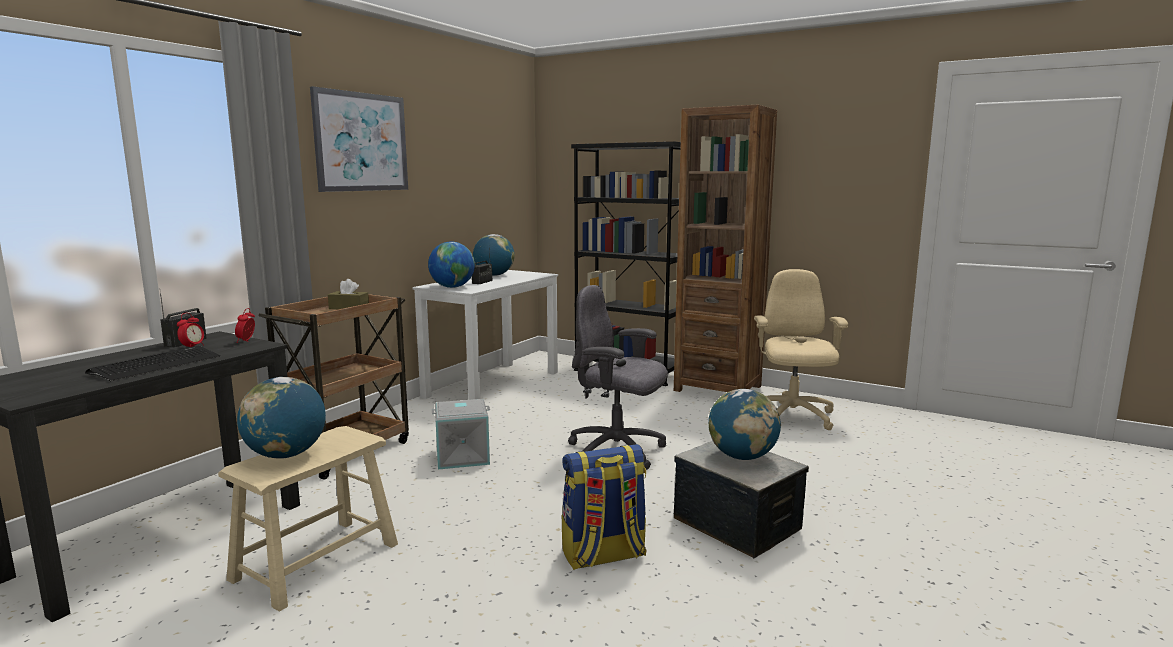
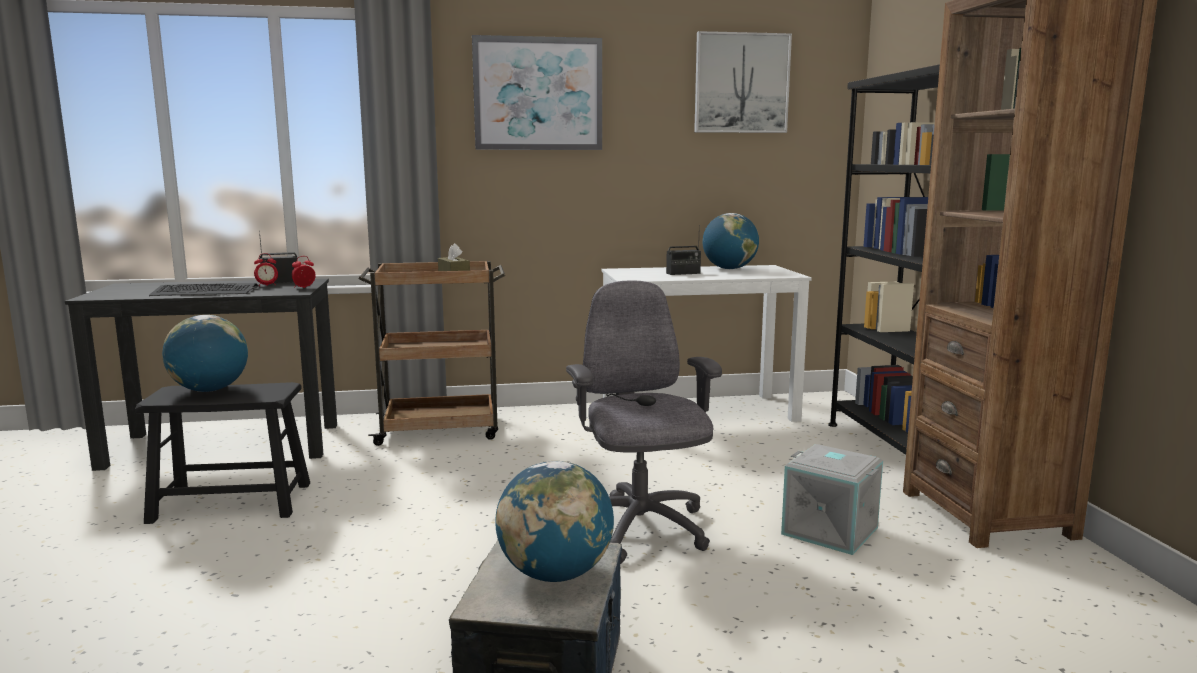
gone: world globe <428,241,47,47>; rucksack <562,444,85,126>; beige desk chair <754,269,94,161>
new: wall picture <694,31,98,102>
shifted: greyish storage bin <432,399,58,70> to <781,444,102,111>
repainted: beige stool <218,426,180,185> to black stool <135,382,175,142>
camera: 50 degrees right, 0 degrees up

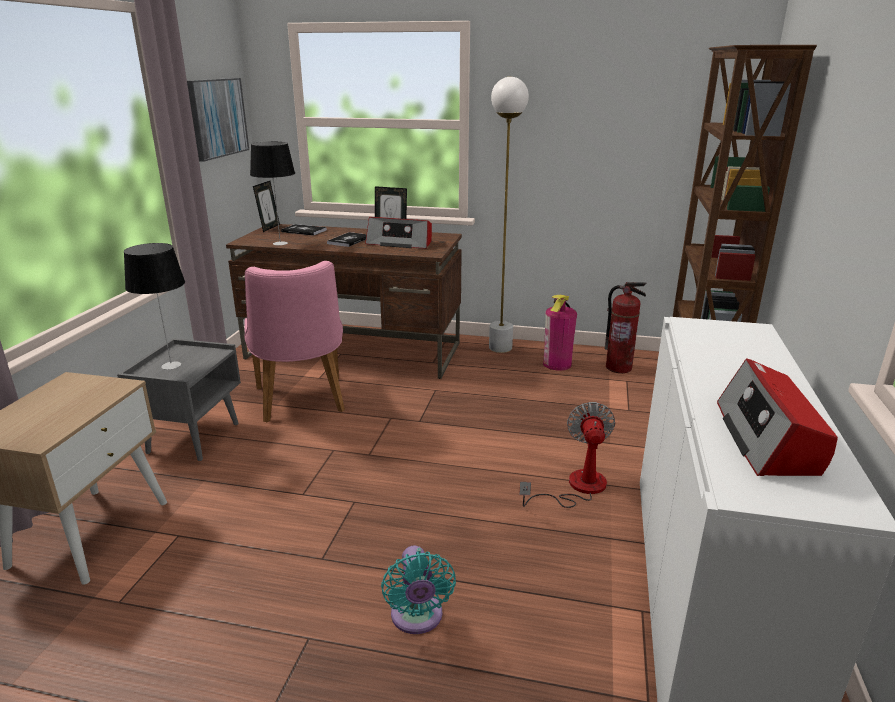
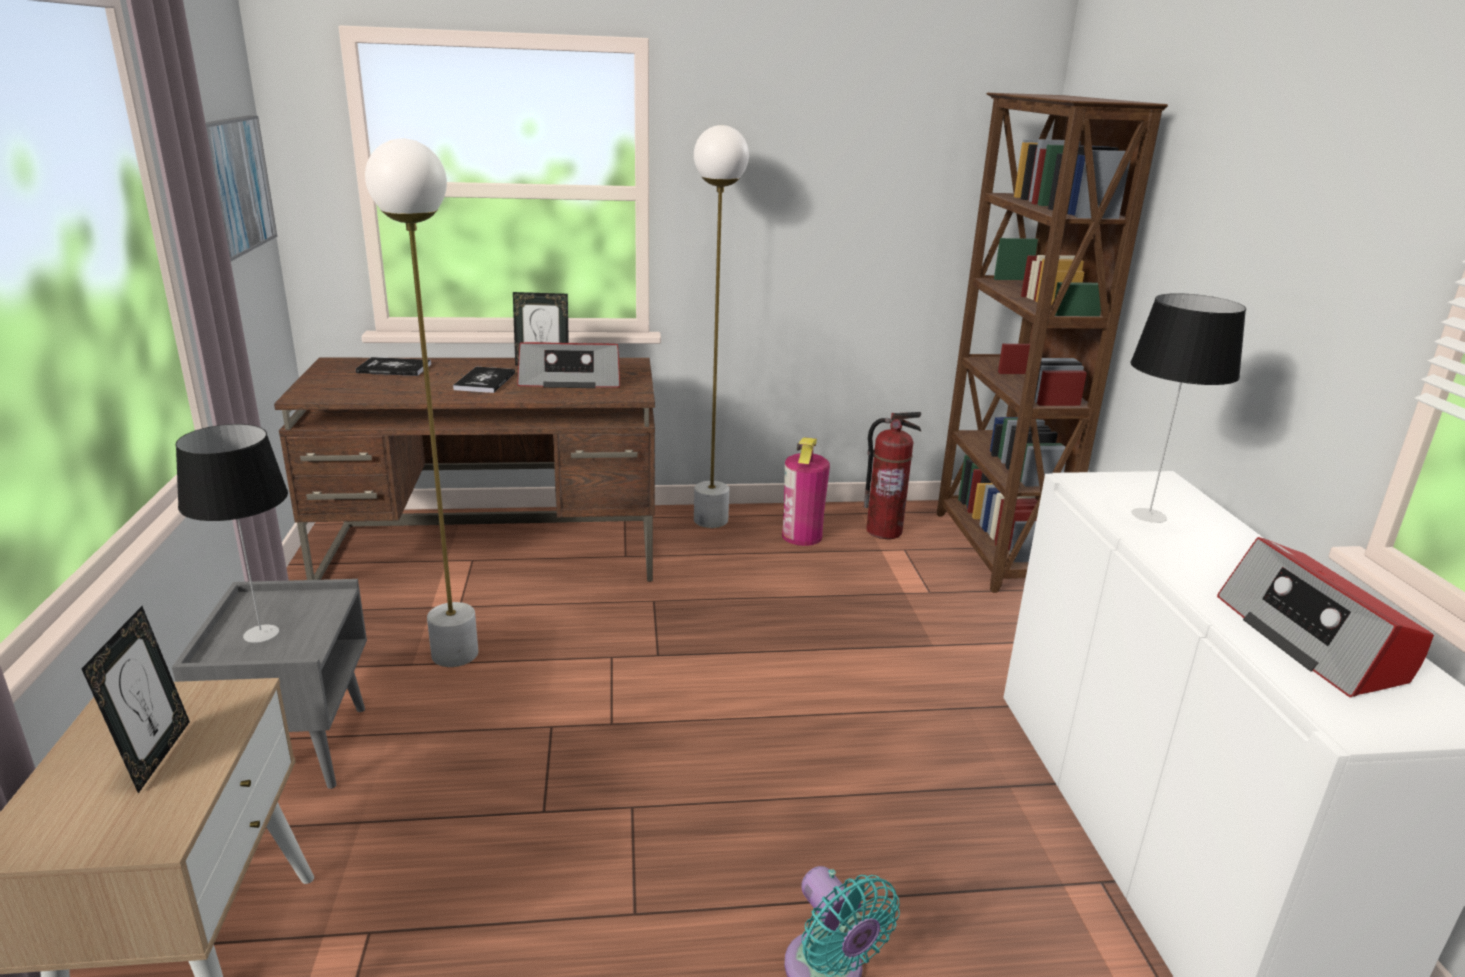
gone: electric fan <519,402,96,106>
shifted: lamp for a table <250,141,45,104> to <1130,293,116,230>; standing frame <253,181,27,51> to <81,606,109,187>
swapped: pink-coloured upright chair <244,261,101,161> to white standing lamp <365,139,113,528>
camera: 20 degrees left, 0 degrees up

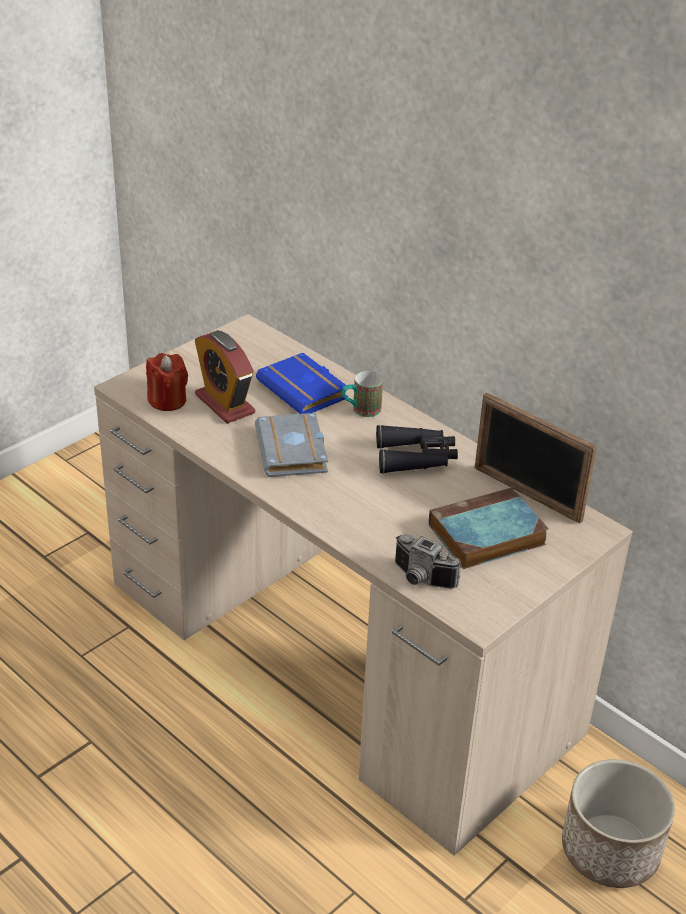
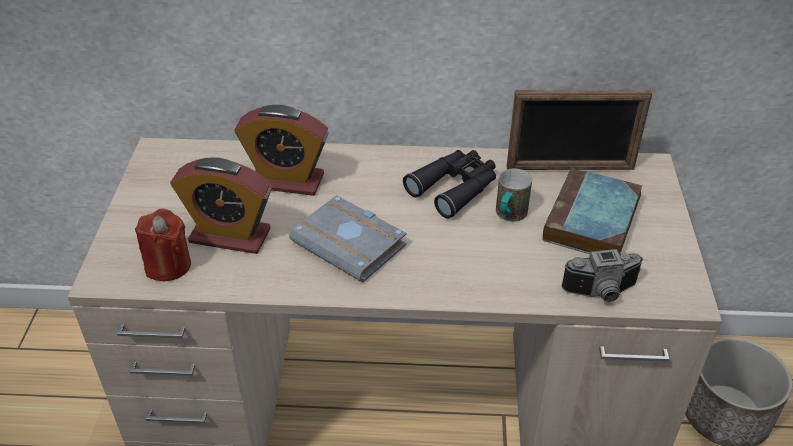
shifted: tea mug <342,371,41,46> to <496,169,36,53>
swapped: bluish book <256,353,92,61> to bedside clock <235,105,94,91>
camera: 40 degrees left, 5 degrees up

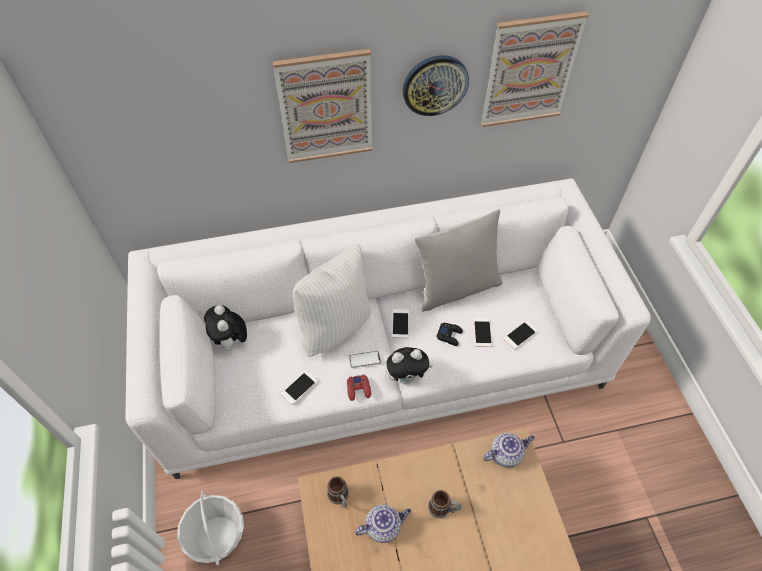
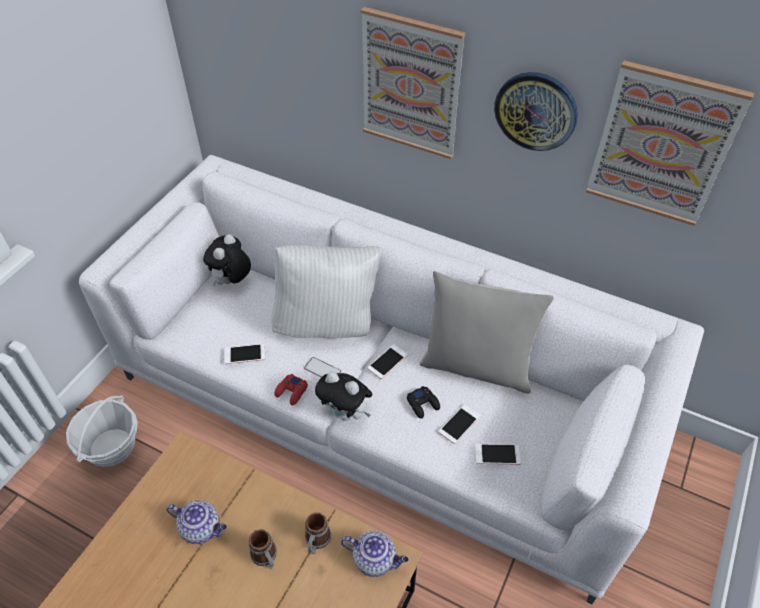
shifted: tea mug <327,476,22,32> to <305,512,26,42>
camera: 40 degrees right, 5 degrees down

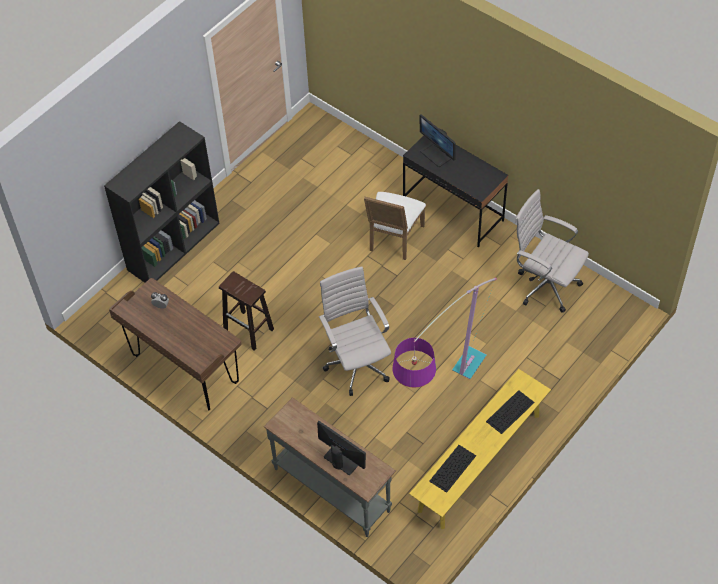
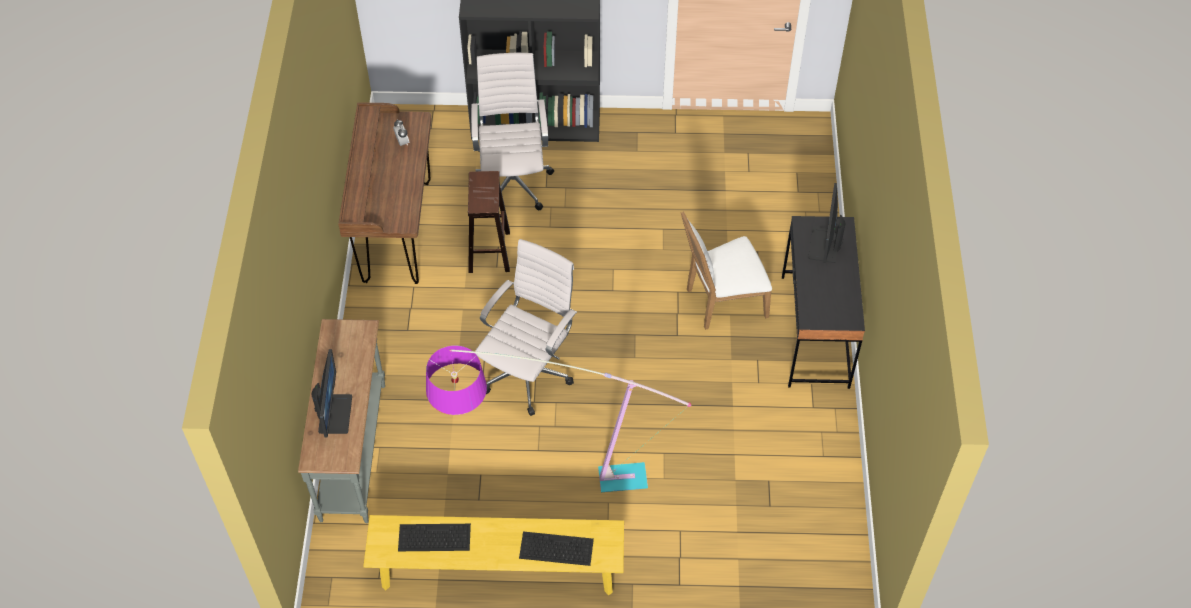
shifted: white desk chair <515,189,74,124> to <471,53,83,157>
camera: 50 degrees right, 0 degrees up

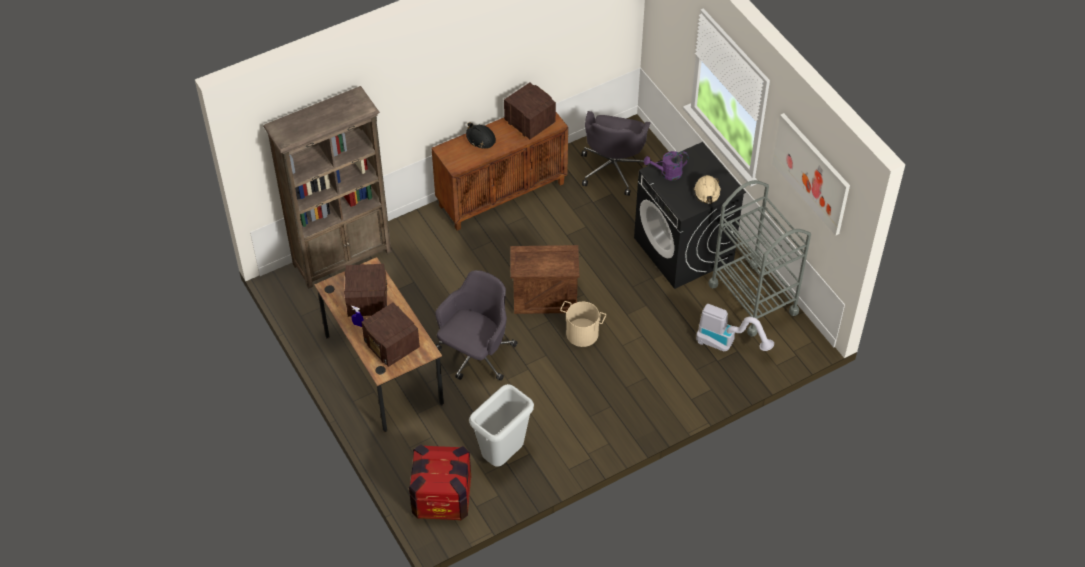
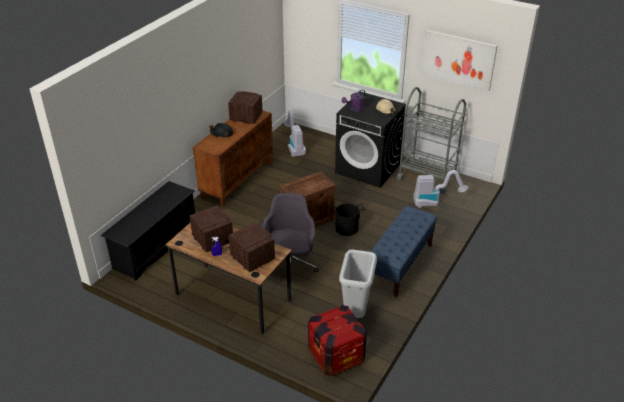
new: bluish long seat <370,206,67,92>
swapped: brown shelving unit <263,86,129,203> to black shoe rack <101,181,94,100>; greyish desk chair <581,111,71,85> to vacuum <284,110,22,46>
repainted: beige water bucket <560,301,46,46> to black water bucket <331,203,33,33>
rotated: radio <361,303,59,64> = <228,223,47,49> 150 degrees counterclockwise
camera: 30 degrees left, 15 degrees down

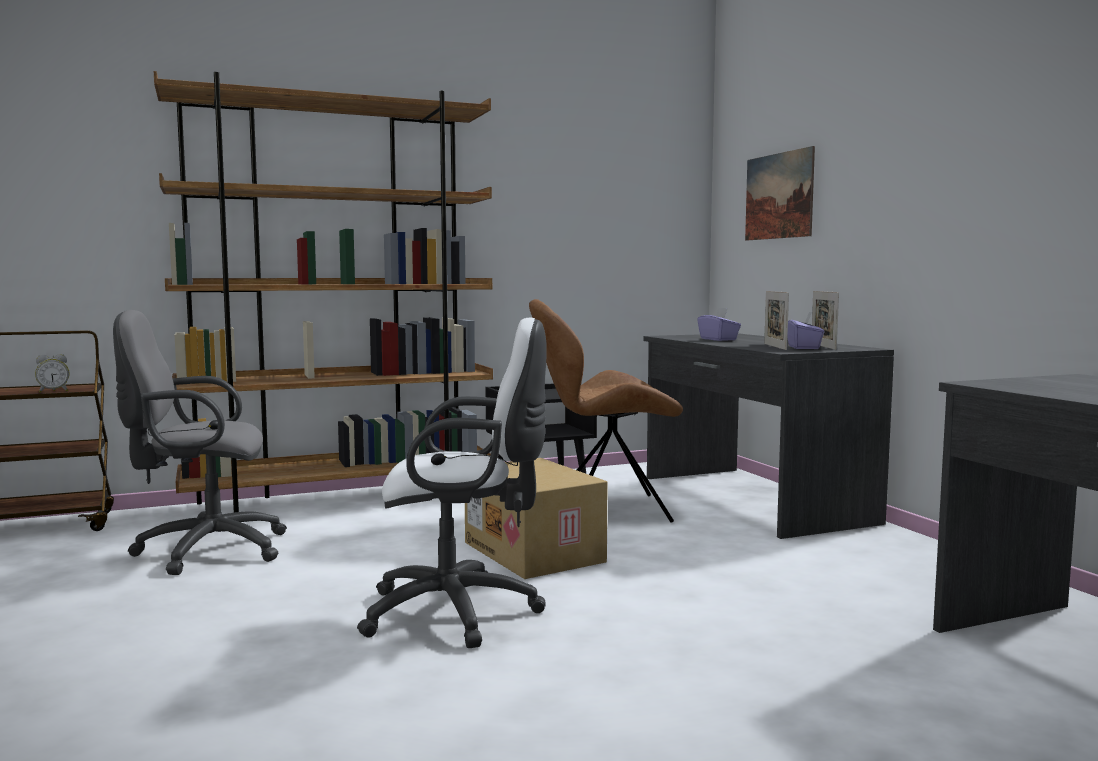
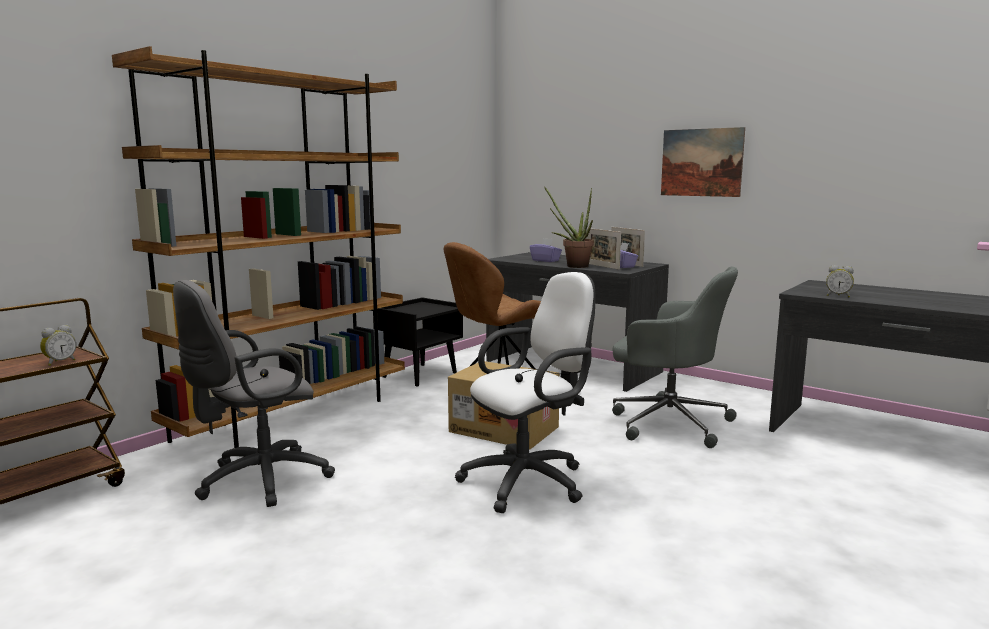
new: plant in a pot <544,186,50,82>; greyish desk chair <612,267,126,181>; bedside clock <826,265,28,32>
shifted: wall picture <745,146,70,95> to <661,127,84,70>
camera: 30 degrees left, 5 degrees up

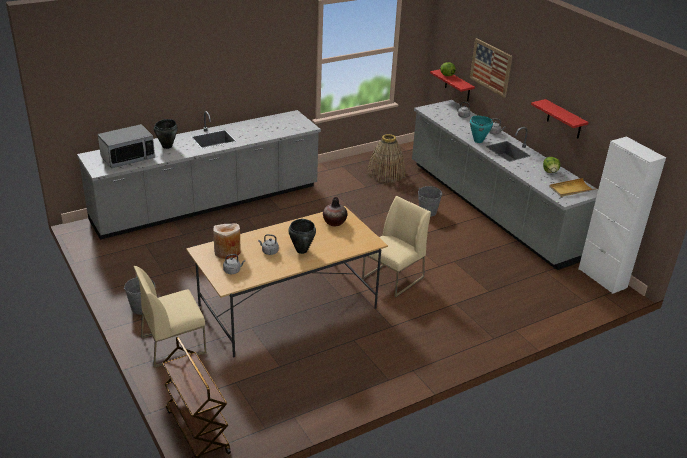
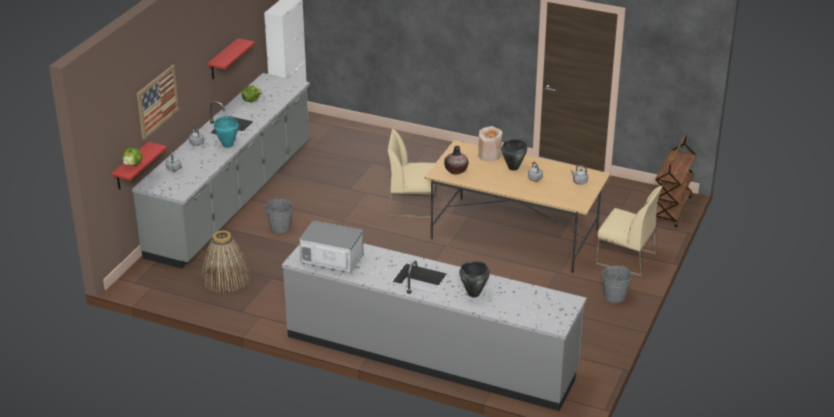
gone: beige serving tray <549,178,47,19>
shifted: microwave oven <98,124,57,44> to <300,220,64,53>; beige vase <214,223,27,36> to <478,126,25,35>
camera: 125 degrees left, 0 degrees up

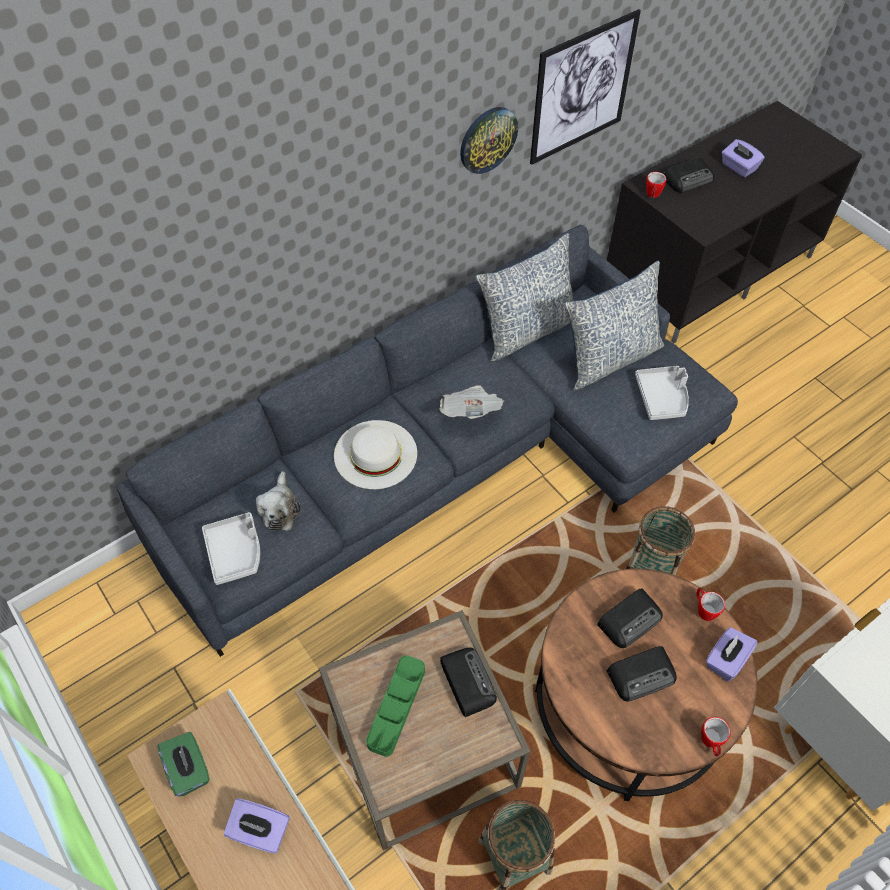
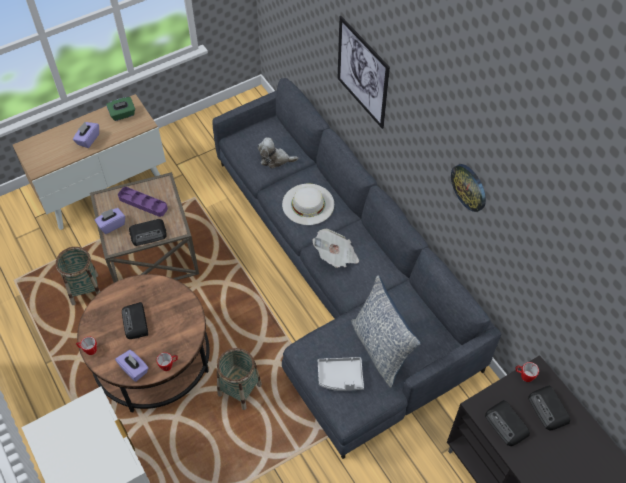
gone: greyish serving tray <202,512,58,73>; cushion <475,233,98,129>
shifted: wall picture <530,9,111,156> to <337,16,53,113>; radio <597,588,66,60> to <485,400,45,46>; purple-coloured tissue holder <722,139,43,39> to <95,208,30,26>
repainted: greenish serving tray <366,655,59,102> to purple-coloured serving tray <118,187,50,30>
camera: 95 degrees right, 0 degrees up

